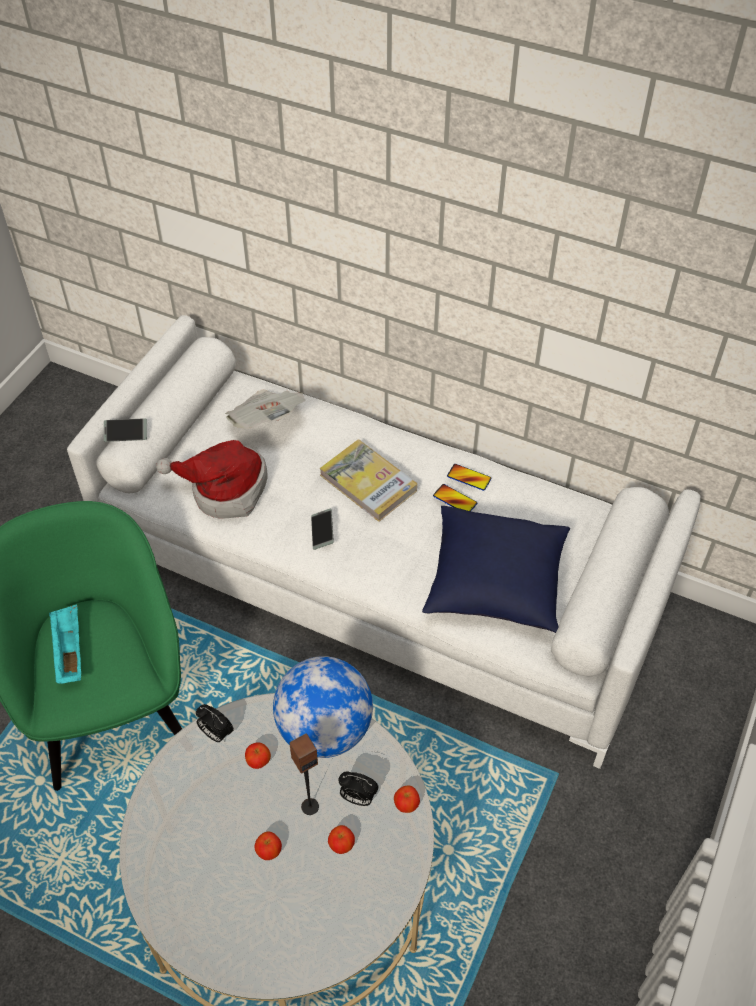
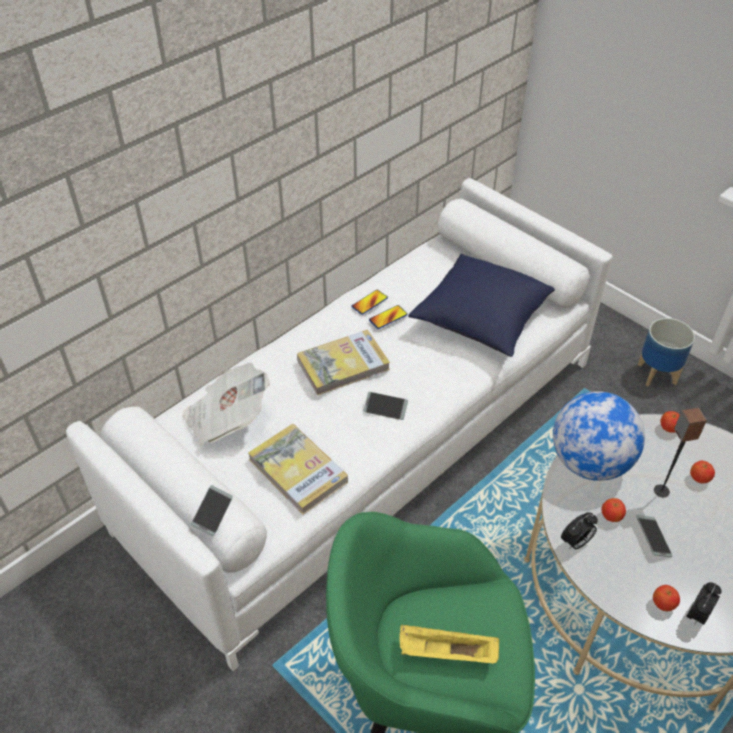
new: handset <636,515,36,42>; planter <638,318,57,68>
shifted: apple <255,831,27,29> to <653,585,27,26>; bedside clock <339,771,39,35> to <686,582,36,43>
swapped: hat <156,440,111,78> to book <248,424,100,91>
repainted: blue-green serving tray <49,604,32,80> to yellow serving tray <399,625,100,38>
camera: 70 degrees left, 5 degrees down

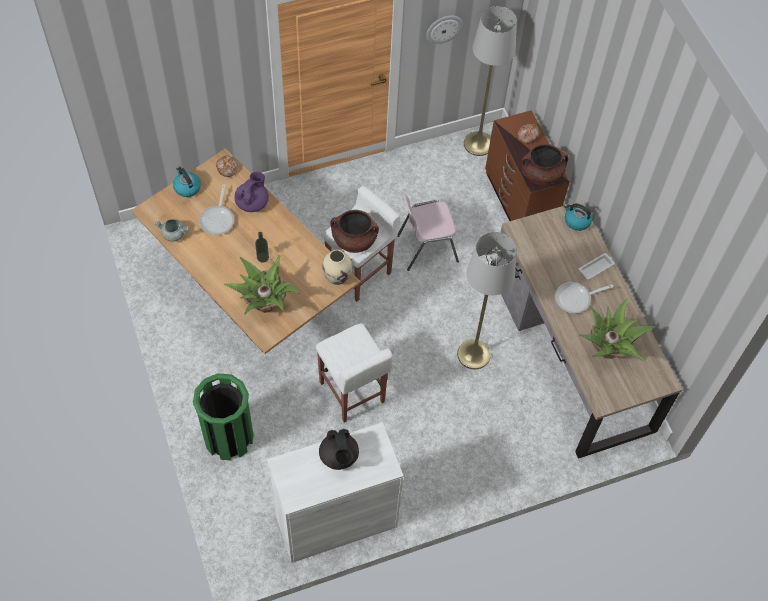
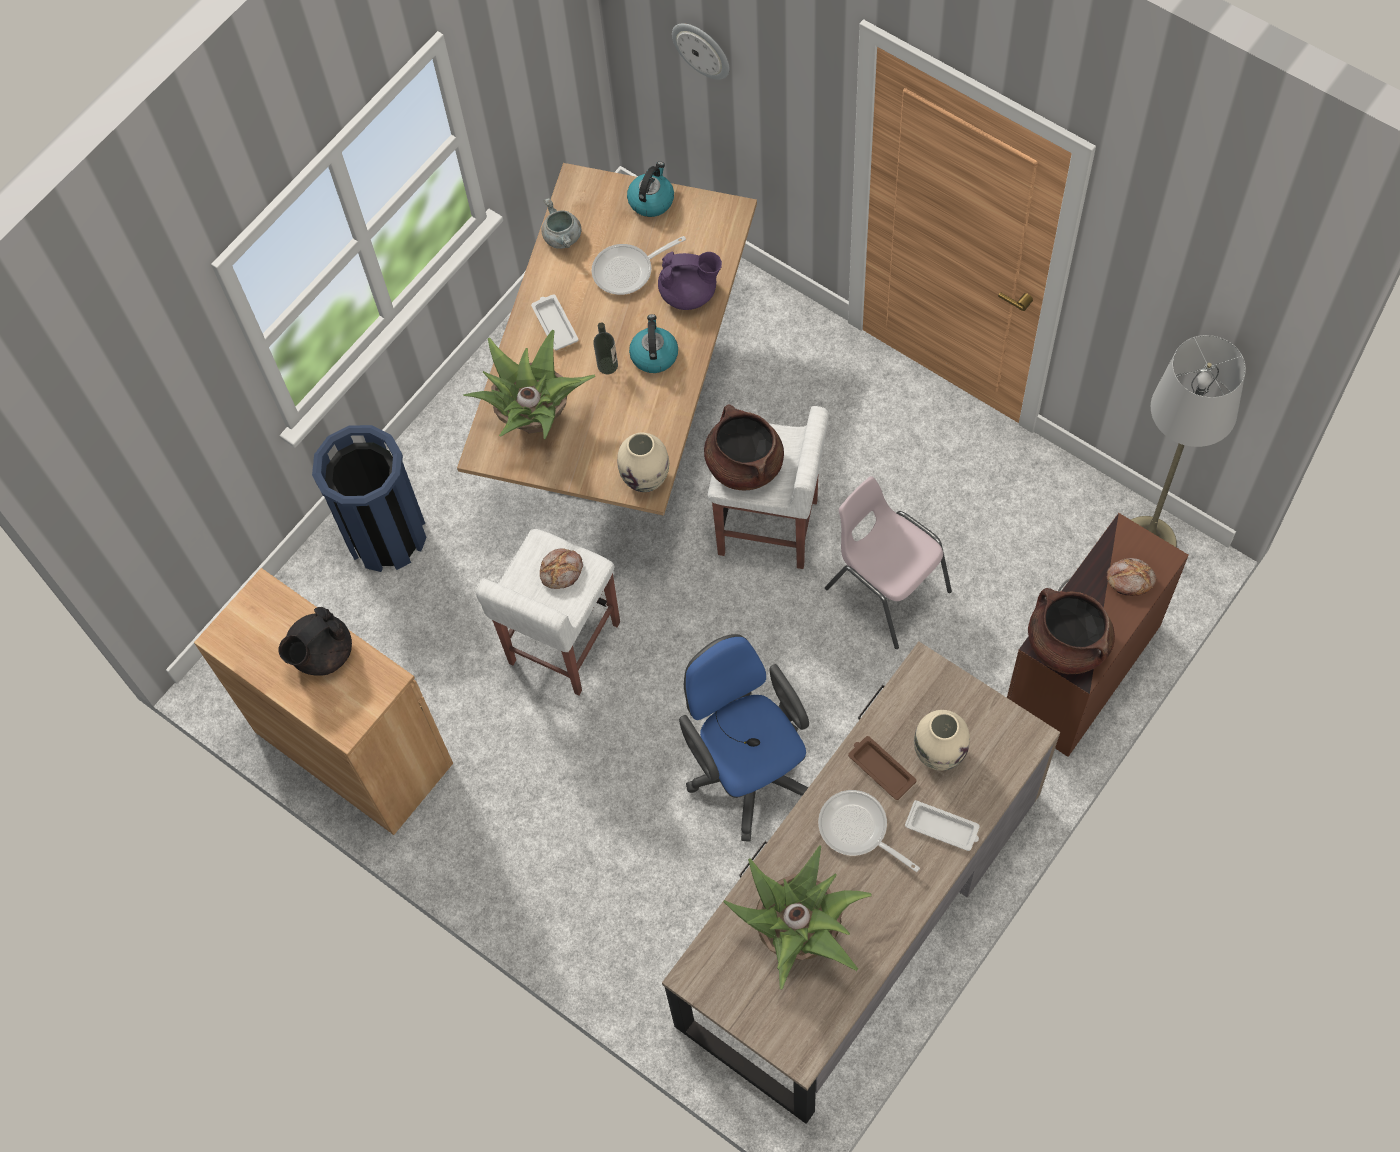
new: white serving tray <531,294,48,57>; brown serving tray <848,736,69,64>; beige vase <914,710,56,61>
shifted: bread <216,156,22,21> to <540,548,43,41>; hanging clock <426,15,37,29> to <672,23,57,57>; water kettle <564,203,29,28> to <629,314,49,59>
swapped: greyish standing lamp <457,232,60,137> to bluish desk chair <679,634,130,208>
repainted: greenish waste bin <193,373,61,88> to bluish waste bin <312,425,115,147>; white storage cabinet <267,422,137,141> to brown storage cabinet <194,568,259,267>
camera: 65 degrees right, 5 degrees up

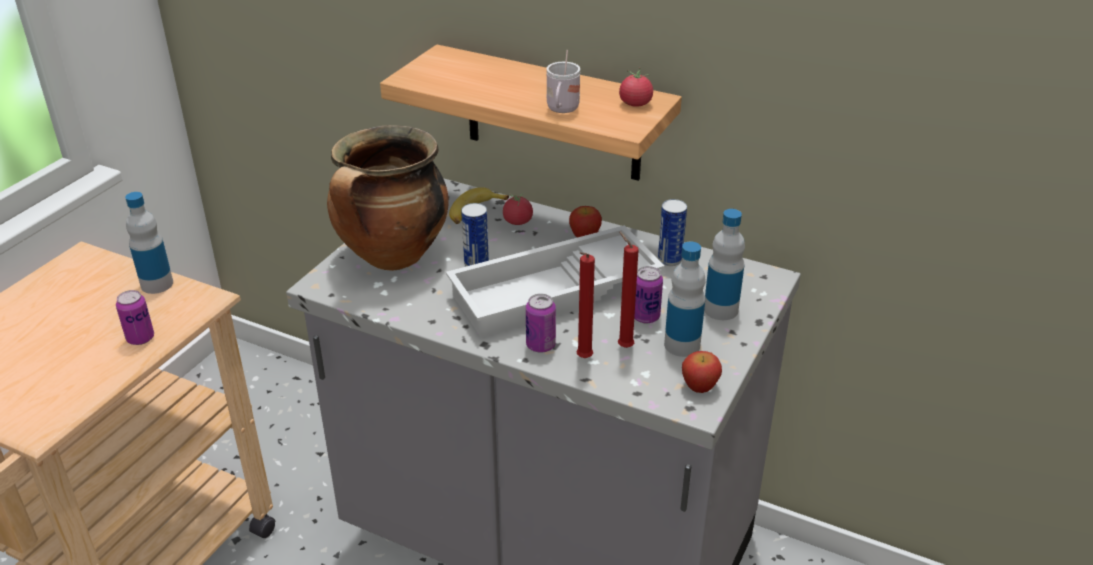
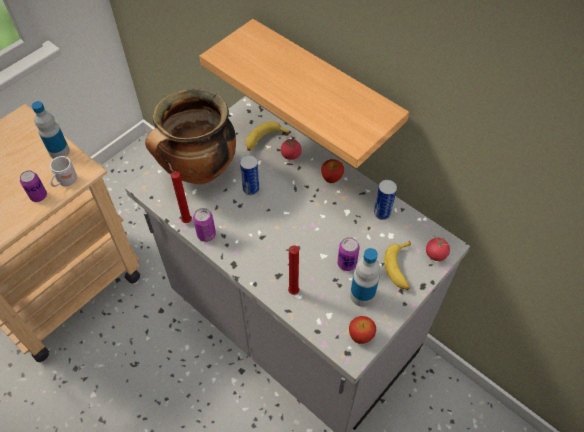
gone: white serving tray <446,225,219,113>
shifted: can <526,294,30,59> to <193,208,23,34>; white tea mug <546,50,34,63> to <50,151,27,36>; red-coloured wax light <618,232,21,116> to <168,163,24,60>; whole tomato <619,68,34,39> to <426,237,24,24>
swapped: drink bottle <704,209,41,111> to whole banana <384,241,27,49>
camera: 15 degrees right, 20 degrees up

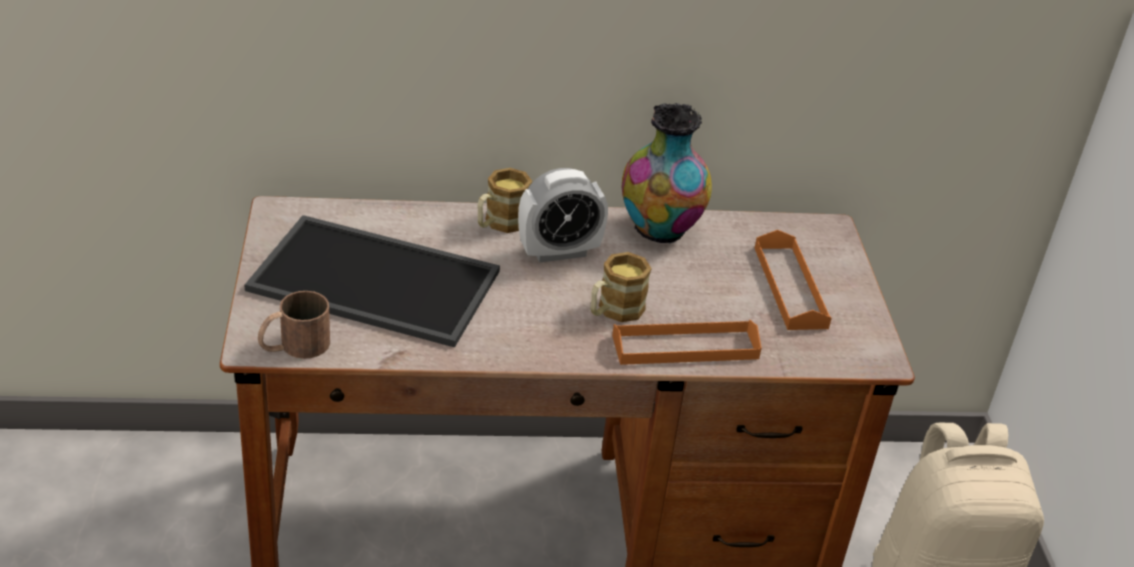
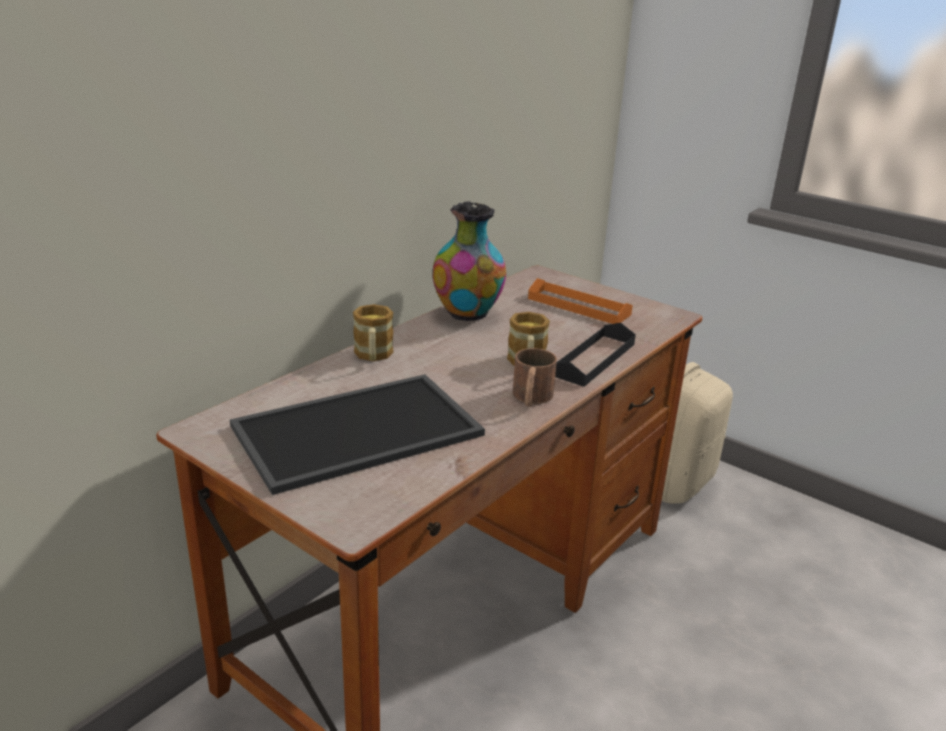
gone: bedside clock <518,168,90,95>
shifted: brown tea mug <258,291,72,68> to <513,348,44,59>
repainted: orange-coloured serving tray <612,320,150,45> to black serving tray <555,323,81,64>
camera: 45 degrees left, 10 degrees down

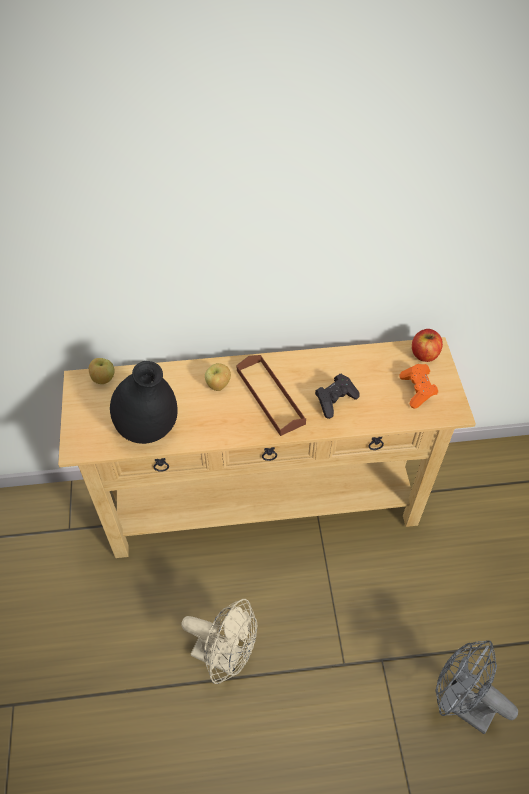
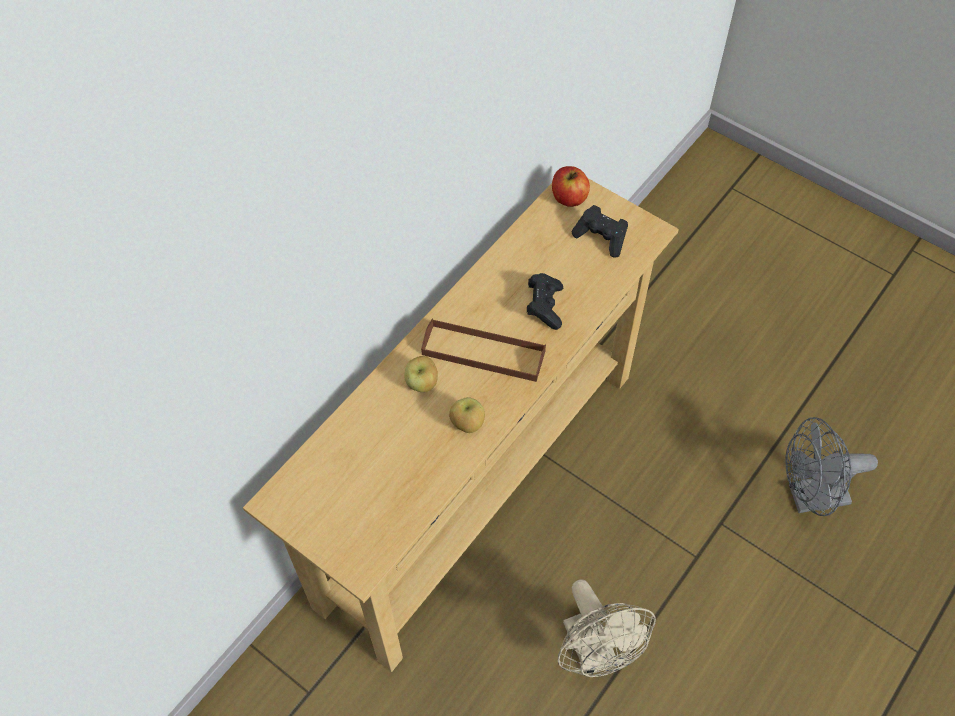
gone: black vase <110,361,68,83>
shifted: apple <89,358,25,26> to <449,397,36,36>
repainted: orange-coloured joypad <399,364,39,45> to black joypad <571,205,57,53>
rotated: beige electric fan <181,599,76,85> = <558,579,98,98> 90 degrees clockwise
camera: 45 degrees left, 5 degrees up

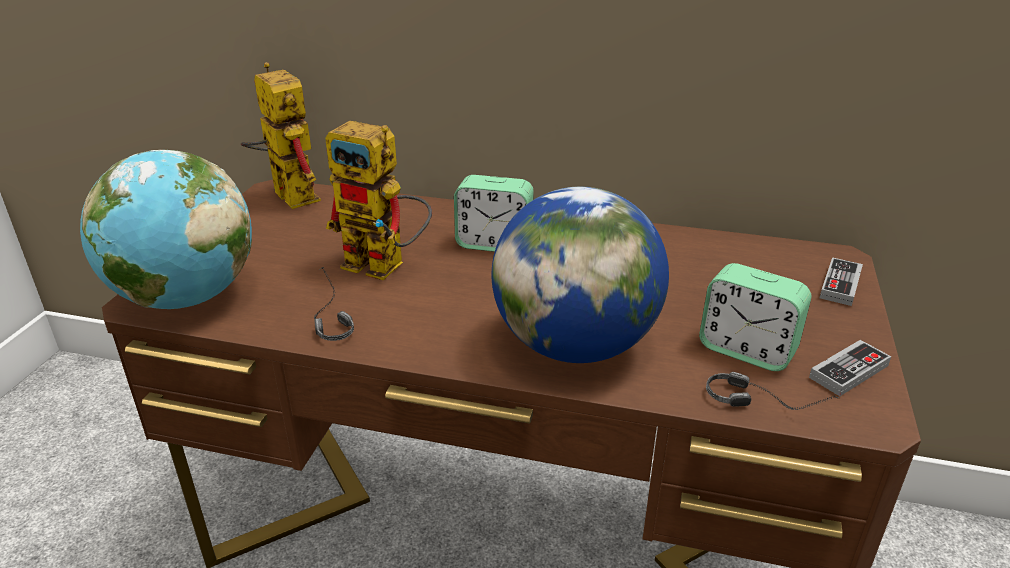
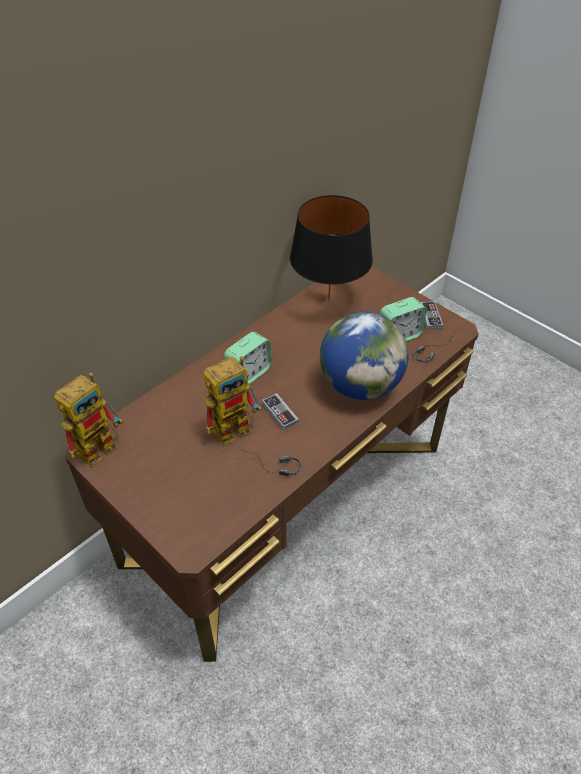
gone: world globe <80,150,172,159>
new: black lamp for a table <290,195,83,106>
shifted: joypad <820,257,43,49> to <262,393,37,37>
rotated: model robot <241,62,80,147> = <54,372,69,95> 135 degrees clockwise
camera: 60 degrees left, 15 degrees up

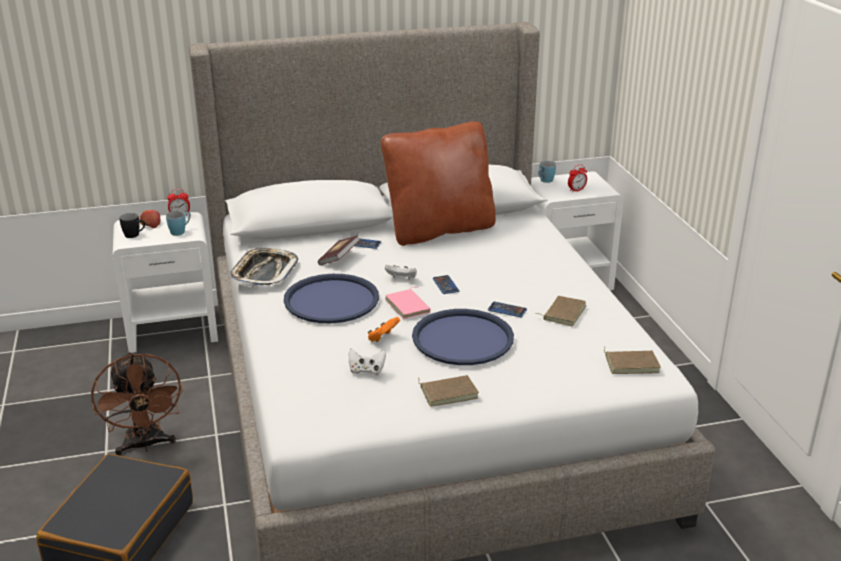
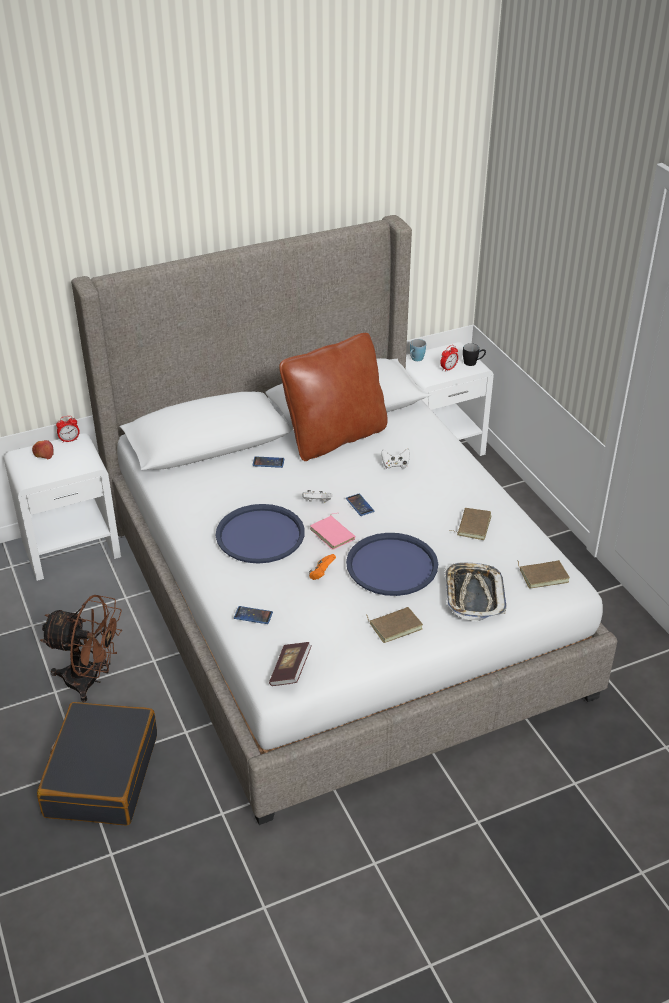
gone: bluish tea mug <166,211,25,25>
shifted: black tea mug <119,213,26,25> to <463,343,23,23>; serving tray <230,248,68,39> to <445,562,62,59>; book <318,235,42,30> to <269,642,42,44>; white joypad <349,348,37,27> to <381,449,29,20>; handset <488,301,39,16> to <234,606,39,18>
rotated: brown electric fan <91,352,92,104> = <40,595,82,107> 45 degrees counterclockwise
camera: 10 degrees left, 10 degrees up

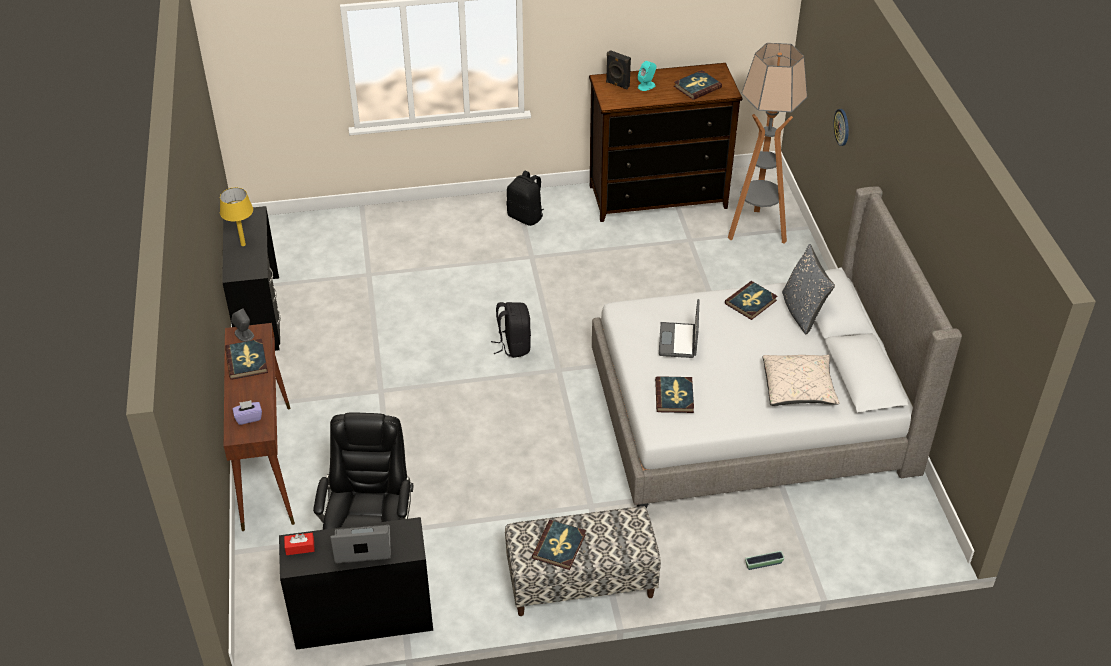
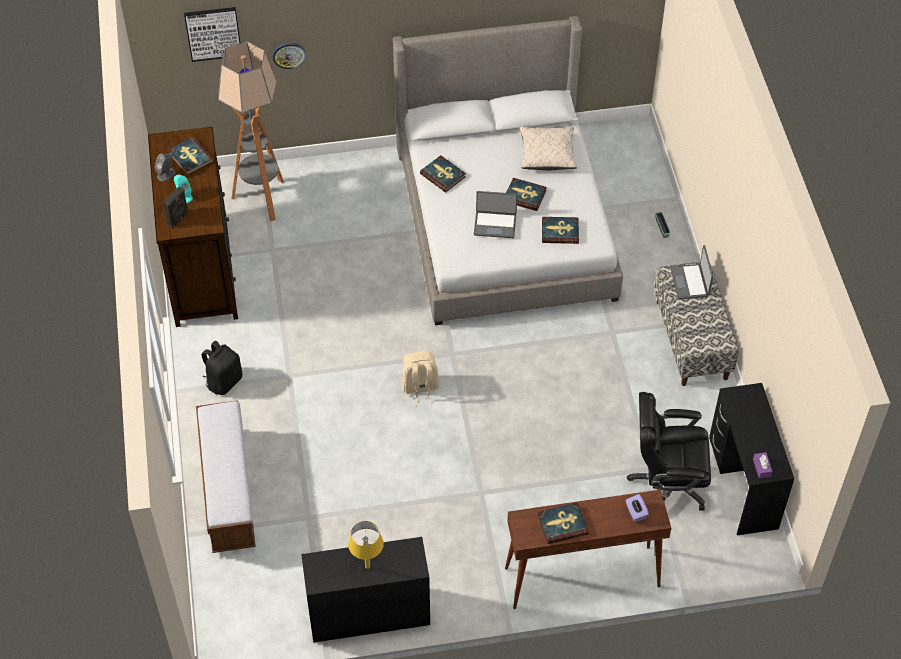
gone: greyish cushion <782,244,53,91>
new: wall picture <184,7,56,55>; long seat <196,400,60,153>
shifted: greyish audio speaker <231,308,23,34> to <155,154,21,27>; notebook computer <330,525,61,39> to <670,245,43,55>; book <532,520,54,50> to <506,178,41,33>
repainted: red-coloured tissue holder <284,533,31,22> to purple-coloured tissue holder <753,452,20,27>; black rucksack <491,302,40,56> to beige rucksack <402,351,37,55>
camera: 90 degrees left, 10 degrees up

